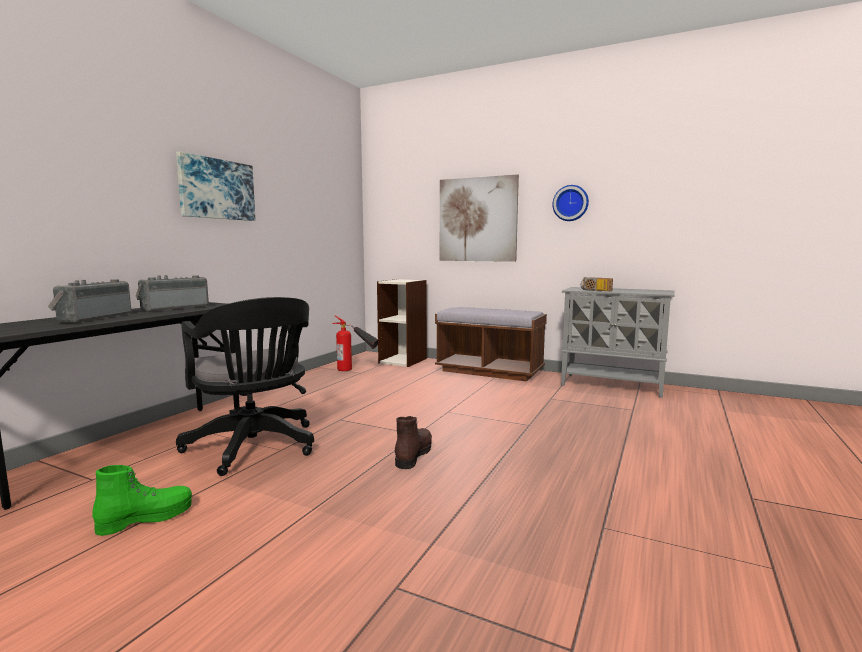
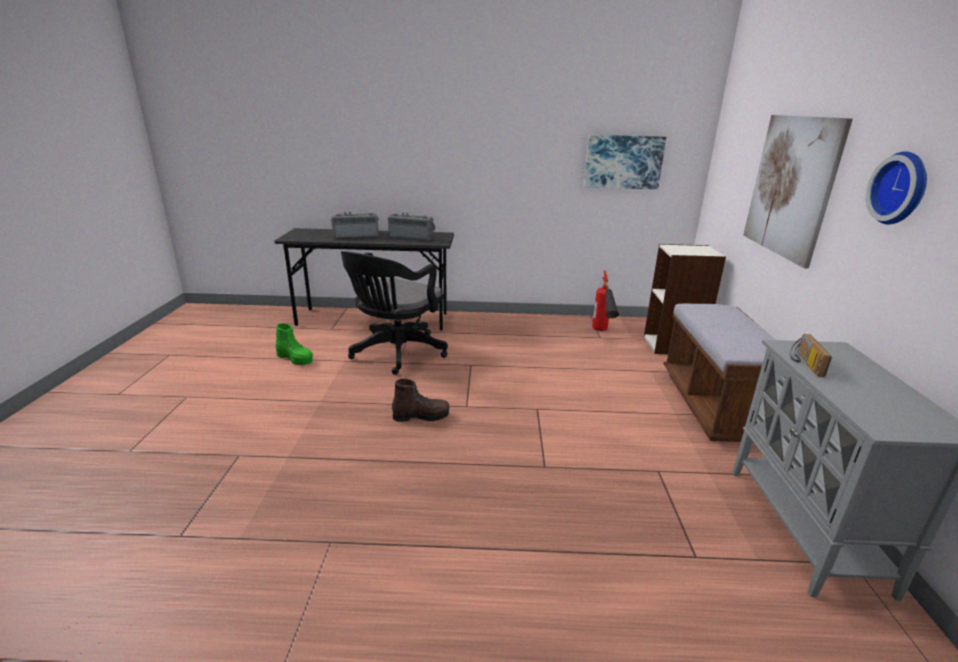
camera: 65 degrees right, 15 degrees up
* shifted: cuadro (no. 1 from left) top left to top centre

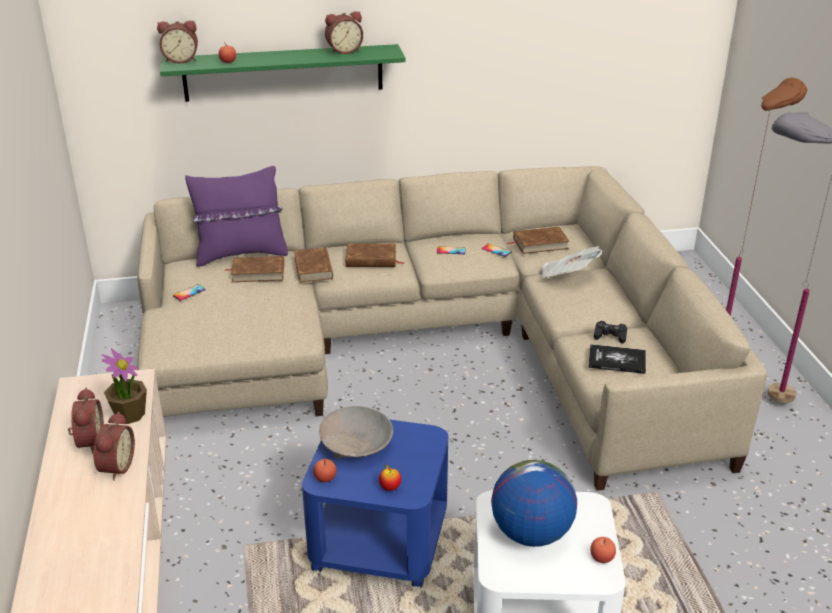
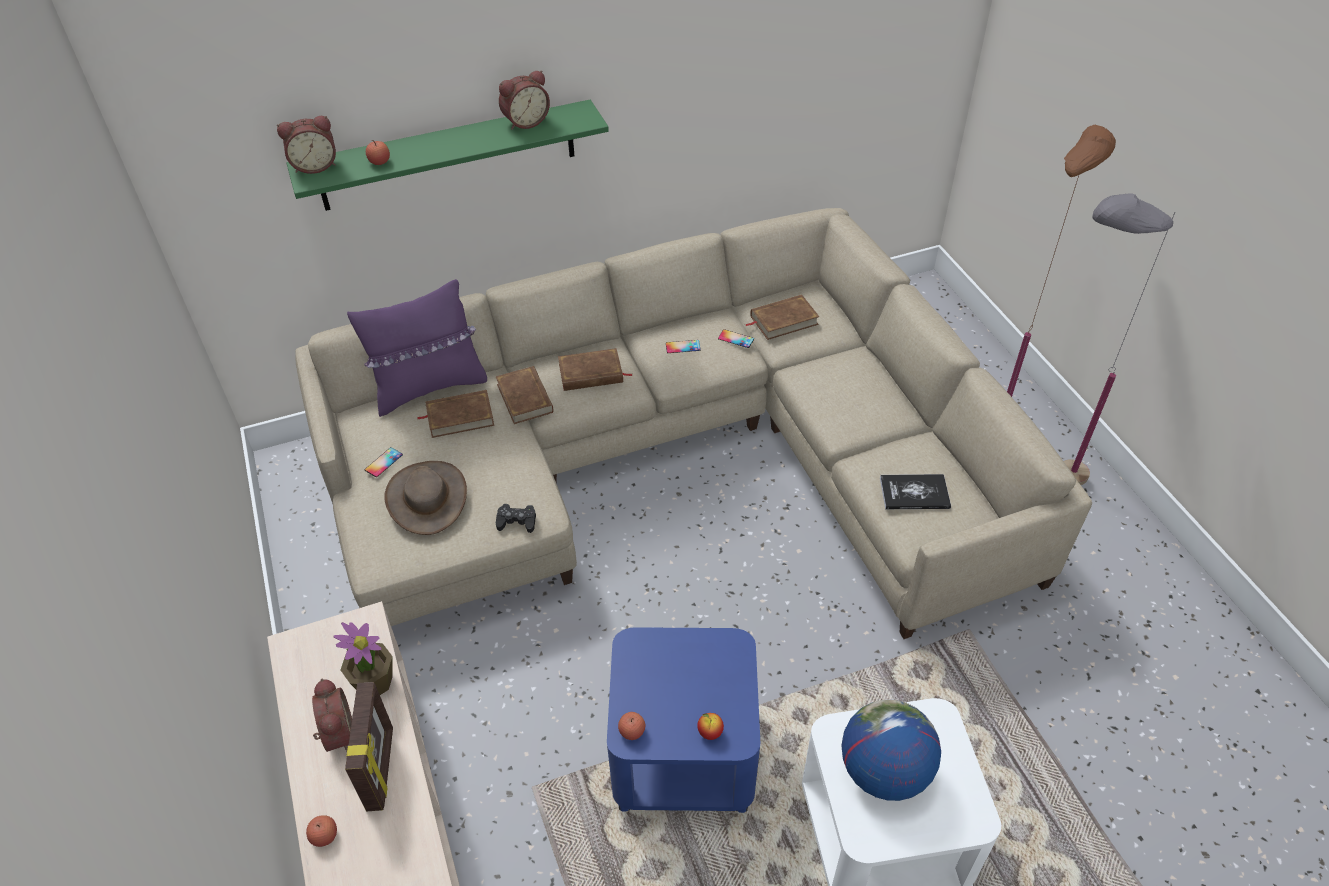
camera: 10 degrees left, 15 degrees up
* swapped: despertador (no. 2 from left) bottom left to portarretratos bottom left
* gone: cuenco [beis] bottom centre
* gone: periódico middle right
* shifted: manzana (no. 4 from left in the first image) bottom right to manzana (no. 1 from left) bottom left
* shifted: mando de consola [negro] middle right to centre
* new: sombrero [marrón] middle left

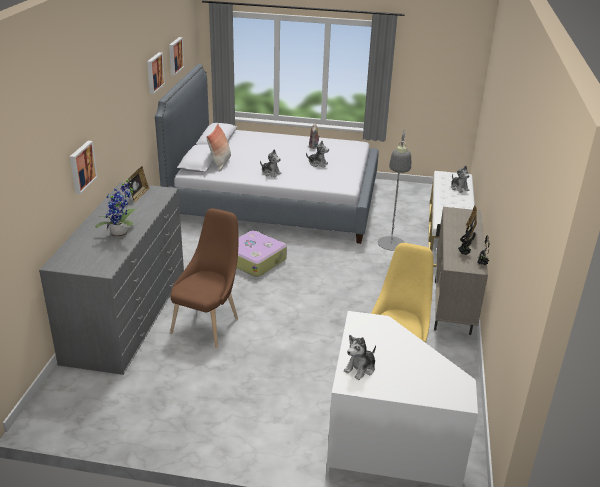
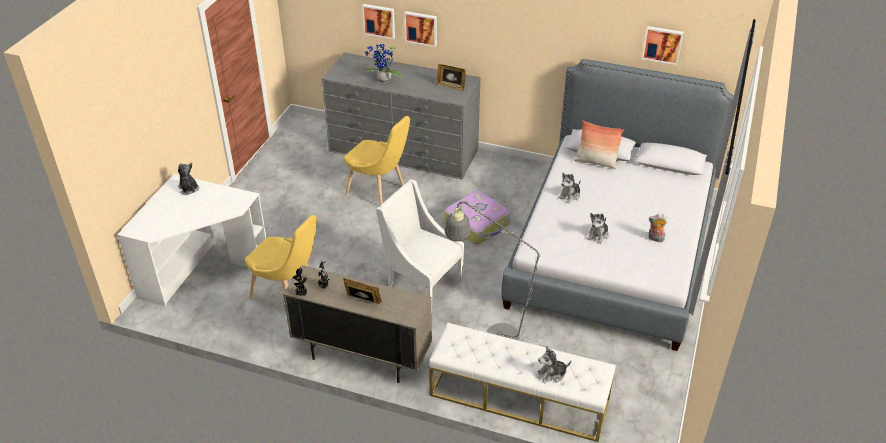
camera: 100 degrees right, 10 degrees up
* shifted: cuadro (no. 2 from left in the first image) top left to cuadro (no. 1 from left) top centre
* repainted: silla [marrón] centre to silla [amarillo] (no. 2 from left) centre
* new: sillón [blanco] centre

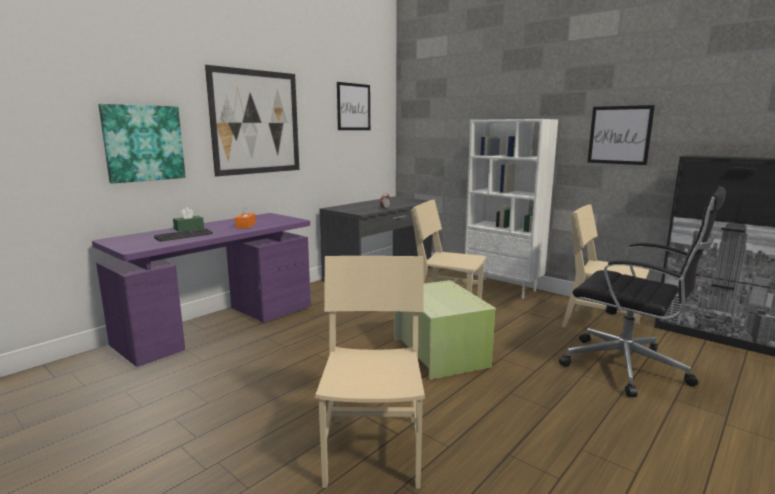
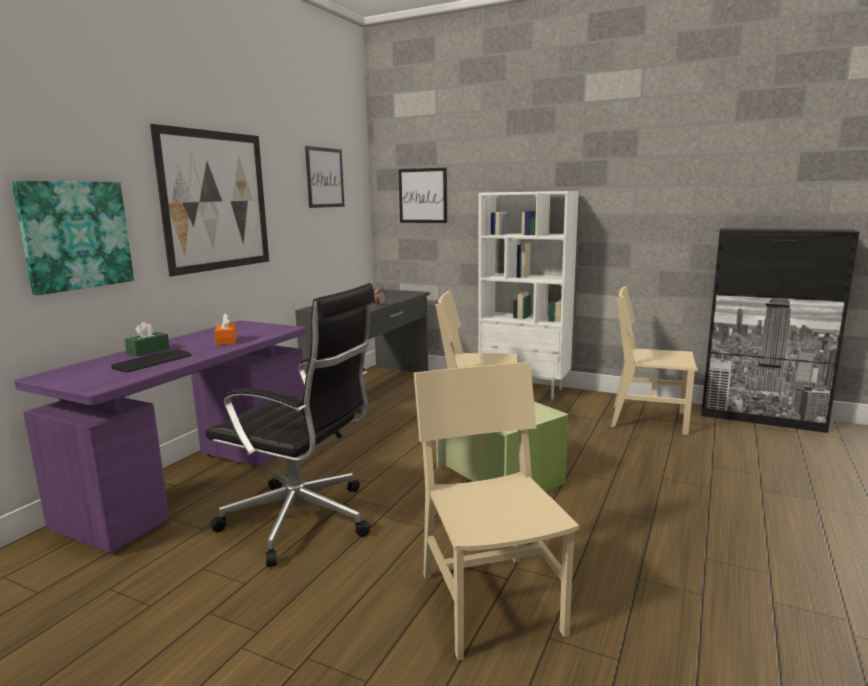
camera: 15 degrees left, 0 degrees up
* shifted: silla de oficina [negro] middle right to centre
* shifted: cuadro (no. 4 from left) top right to top centre

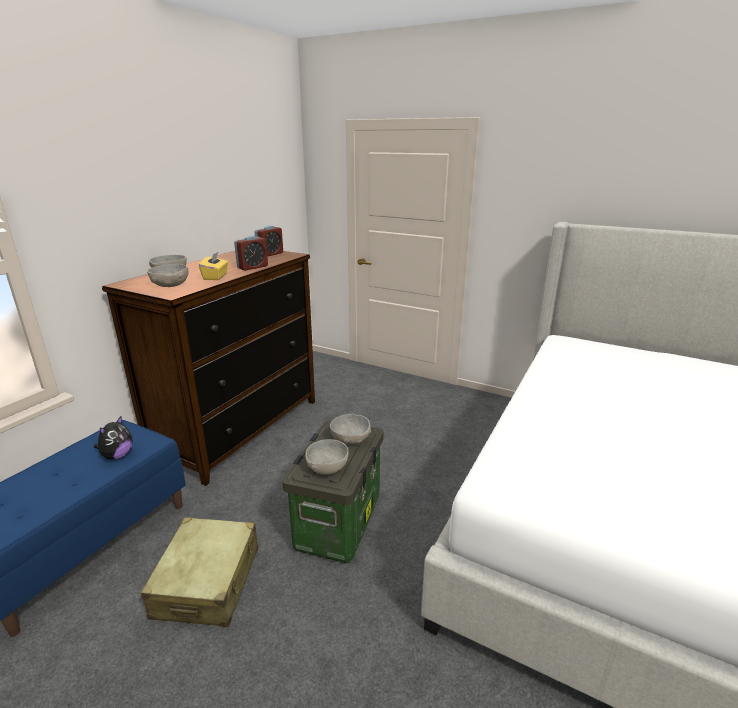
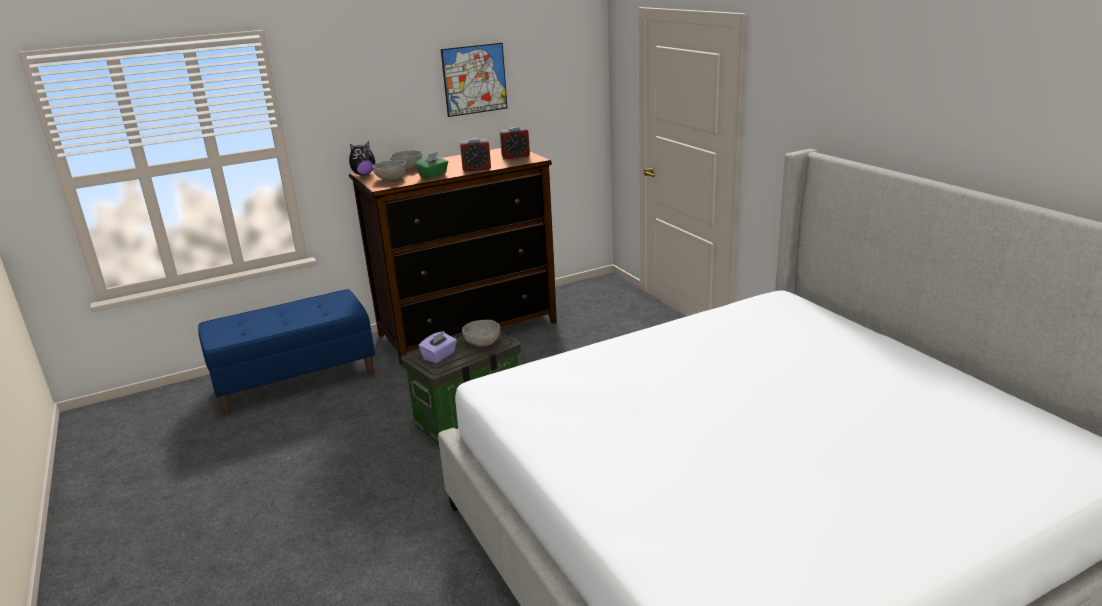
camera: 35 degrees right, 0 degrees up
* shifted: peluche middle left to top left
* gone: maleta [beis] bottom left
* repainted: caja de pañuelos [amarillo] middle left to caja de pañuelos [verde] top centre
* swapped: cuenco [gris] (no. 3 from left) centre to caja de pañuelos [morado] centre
* new: cuadro top centre

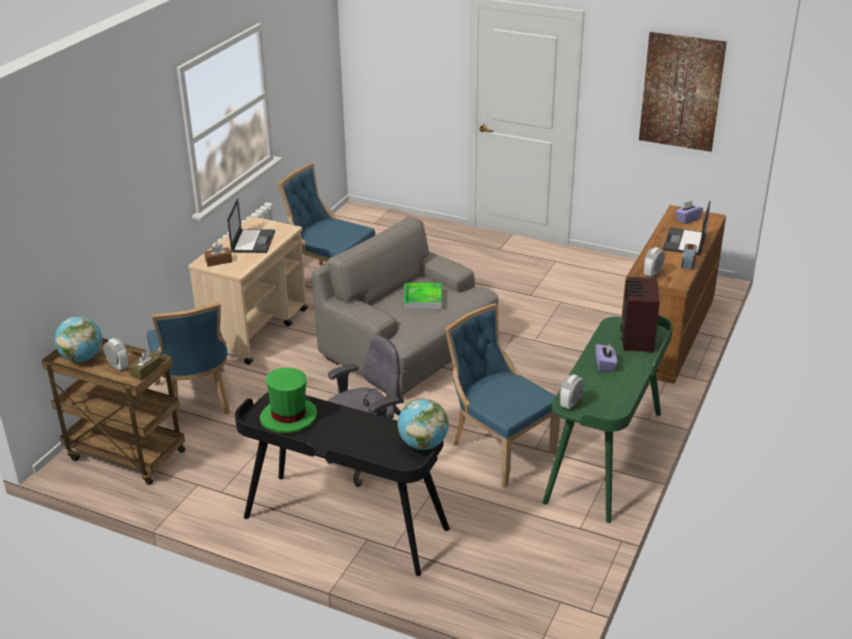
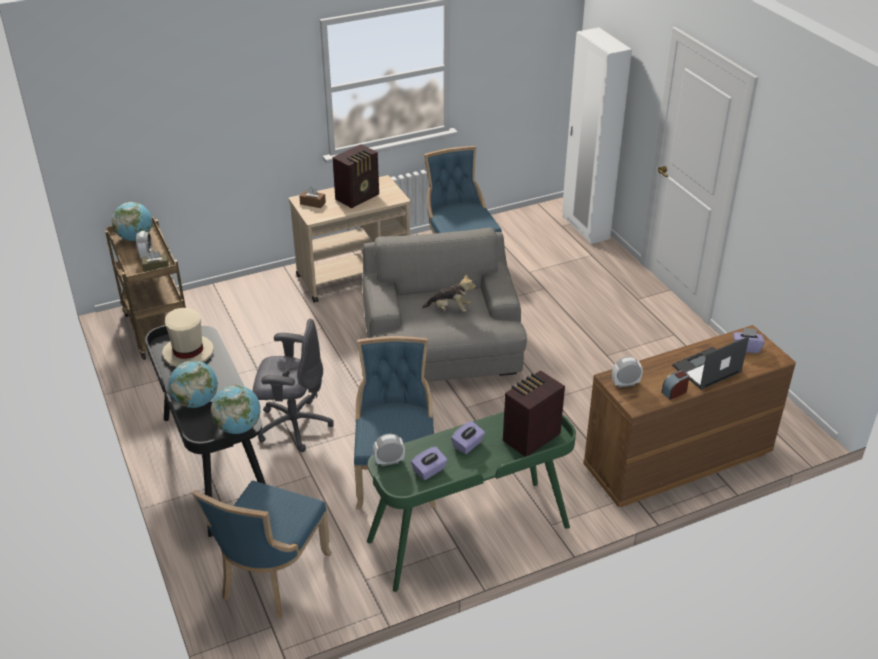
camera: 40 degrees right, 5 degrees up
* shifted: silla [azul] (no. 1 from left) middle left to bottom left
* swapped: portátil (no. 1 from left) middle left to radio (no. 1 from left) top centre
* repainted: sombrero [verde] centre to sombrero [beis] middle left
* swapped: bandeja centre to peluche centre
* gone: cuadro top right
* new: globo terráqueo (no. 2 from left) middle left
* new: caja de pañuelos [morado] (no. 1 from left) bottom centre
* new: armario ropero [blanco] top right

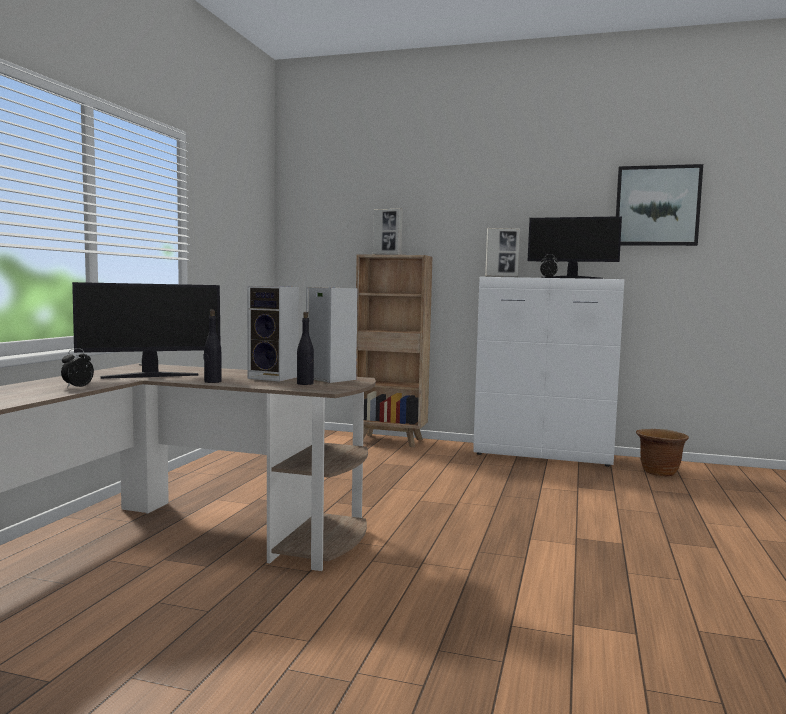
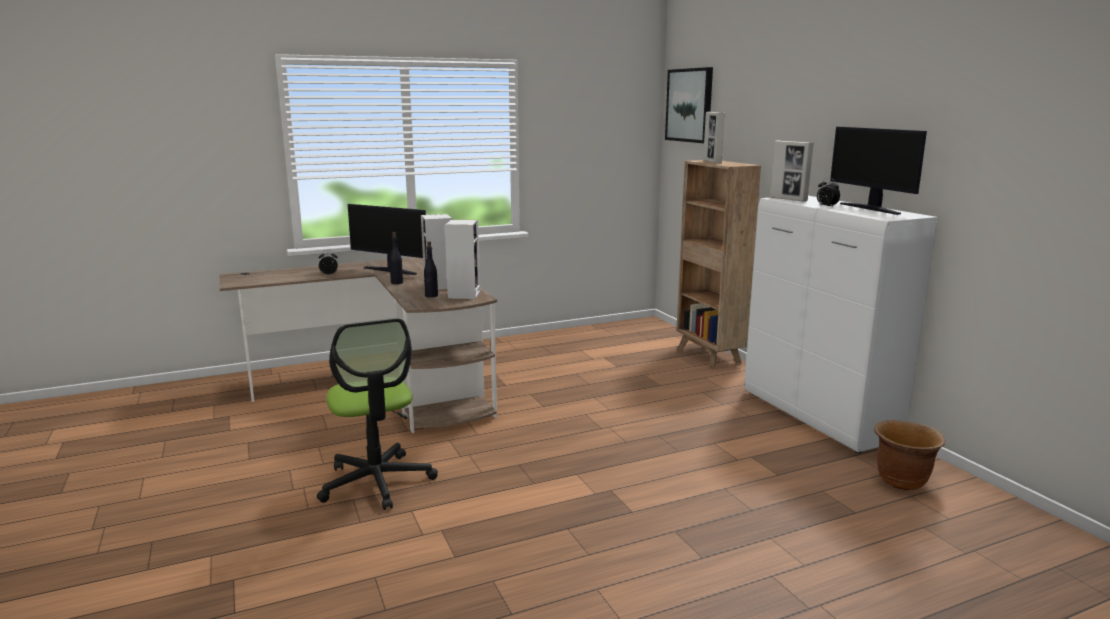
camera: 50 degrees right, 10 degrees up
* shifted: cuadro top right to top centre
* new: silla de oficina bottom centre

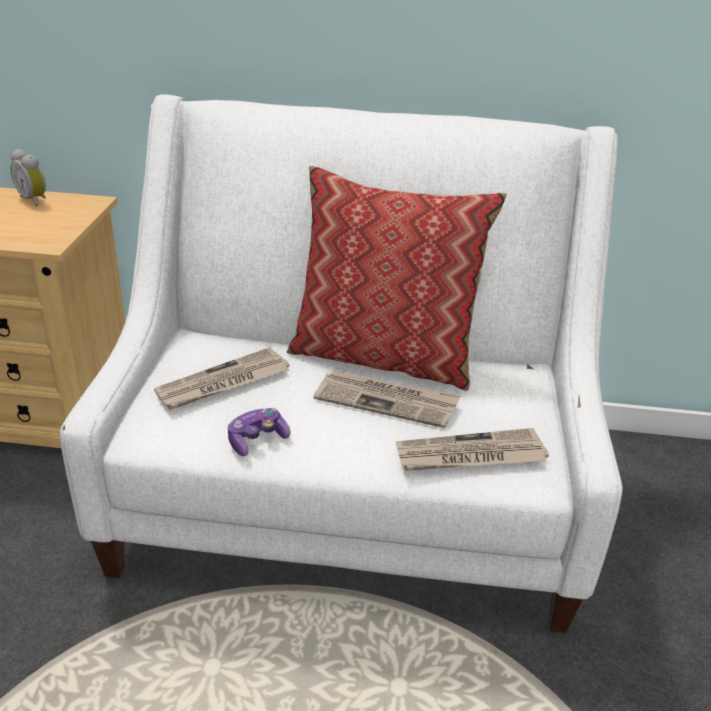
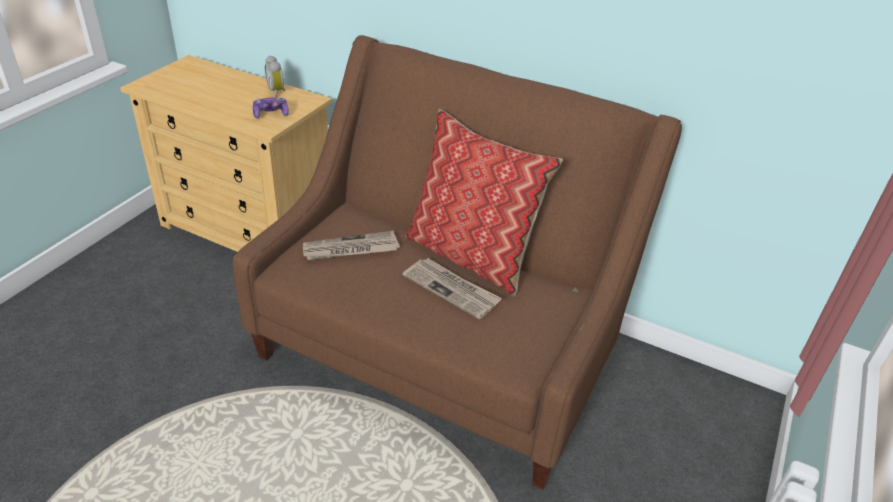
camera: 20 degrees right, 5 degrees up
* repainted: sofá [blanco] centre to sofá [marrón] centre
* shifted: mando de consola centre to top left
* gone: periódico (no. 3 from left) centre

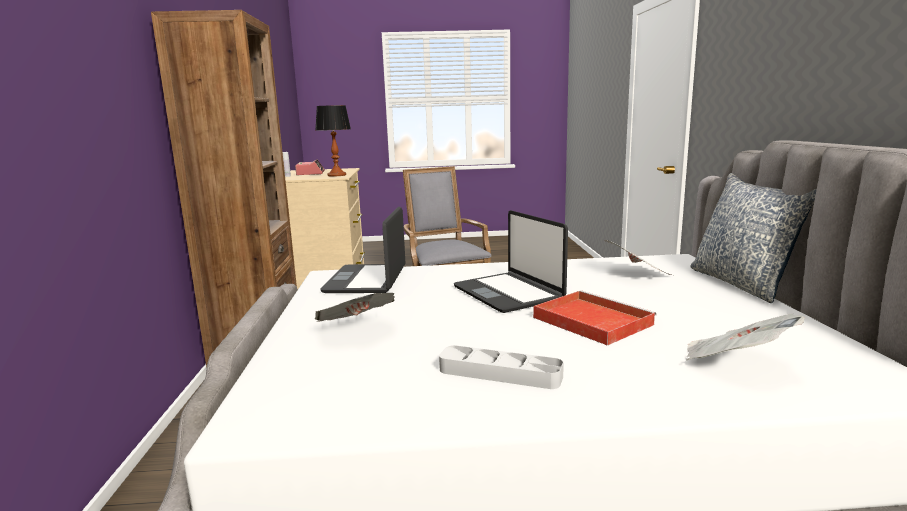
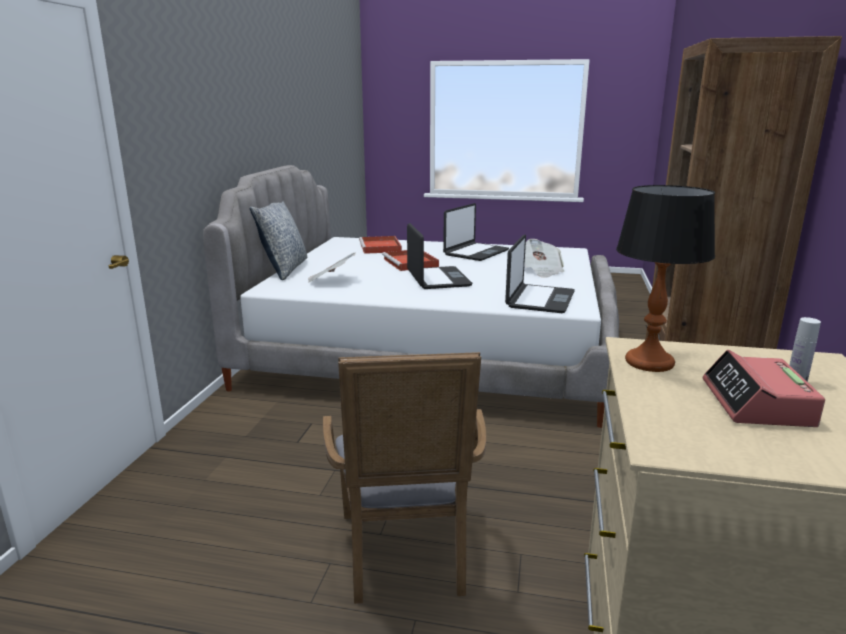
camera: 165 degrees left, 5 degrees up
* swapped: bandeja [gris] bottom centre to portátil (no. 2 from left) centre
* swapped: periódico (no. 3 from left) middle right to bandeja [rojo] (no. 1 from left) centre

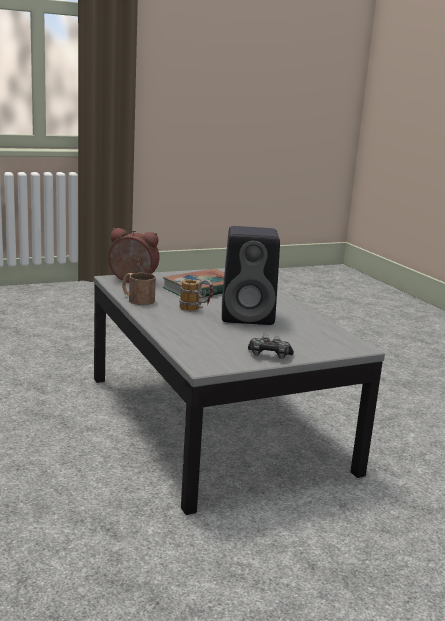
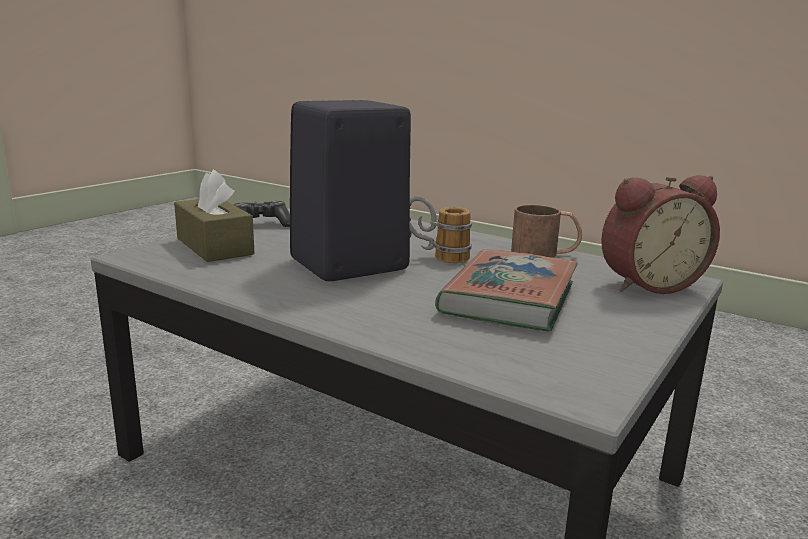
camera: 150 degrees right, 0 degrees up
* new: caja de pañuelos [marrón] middle left

